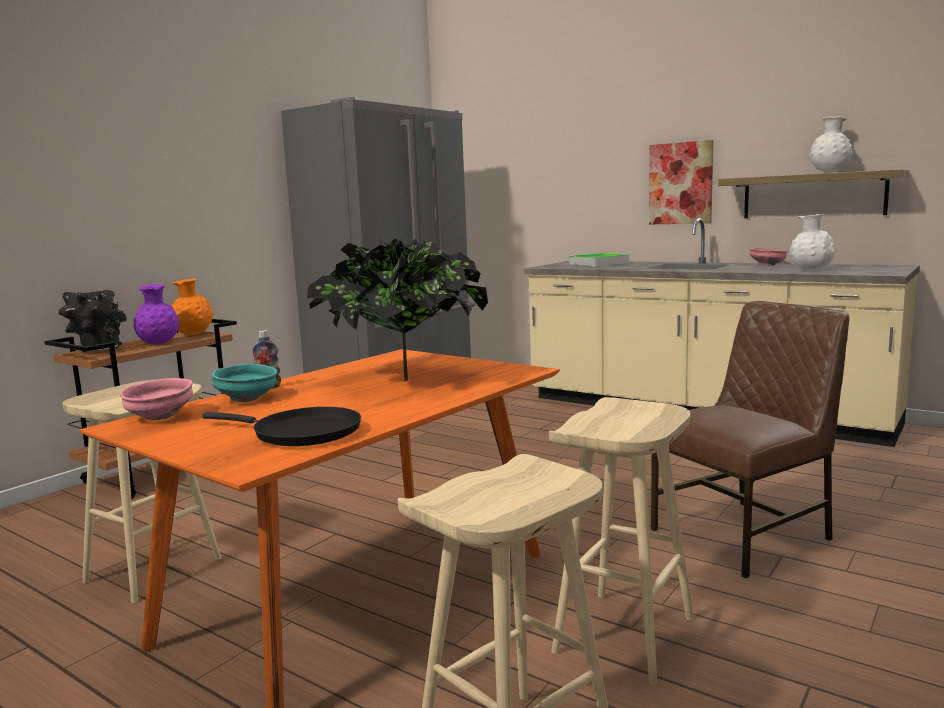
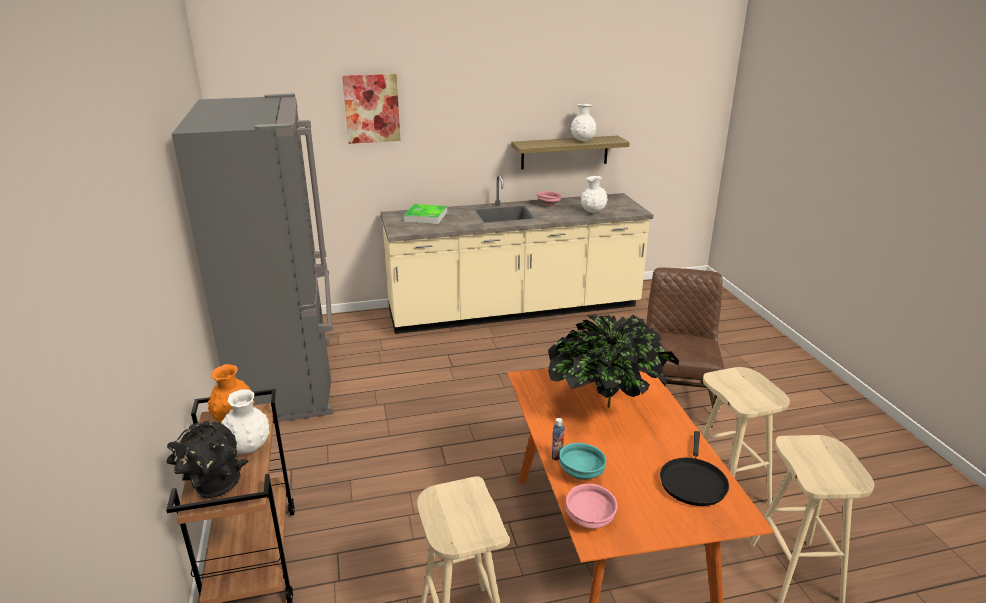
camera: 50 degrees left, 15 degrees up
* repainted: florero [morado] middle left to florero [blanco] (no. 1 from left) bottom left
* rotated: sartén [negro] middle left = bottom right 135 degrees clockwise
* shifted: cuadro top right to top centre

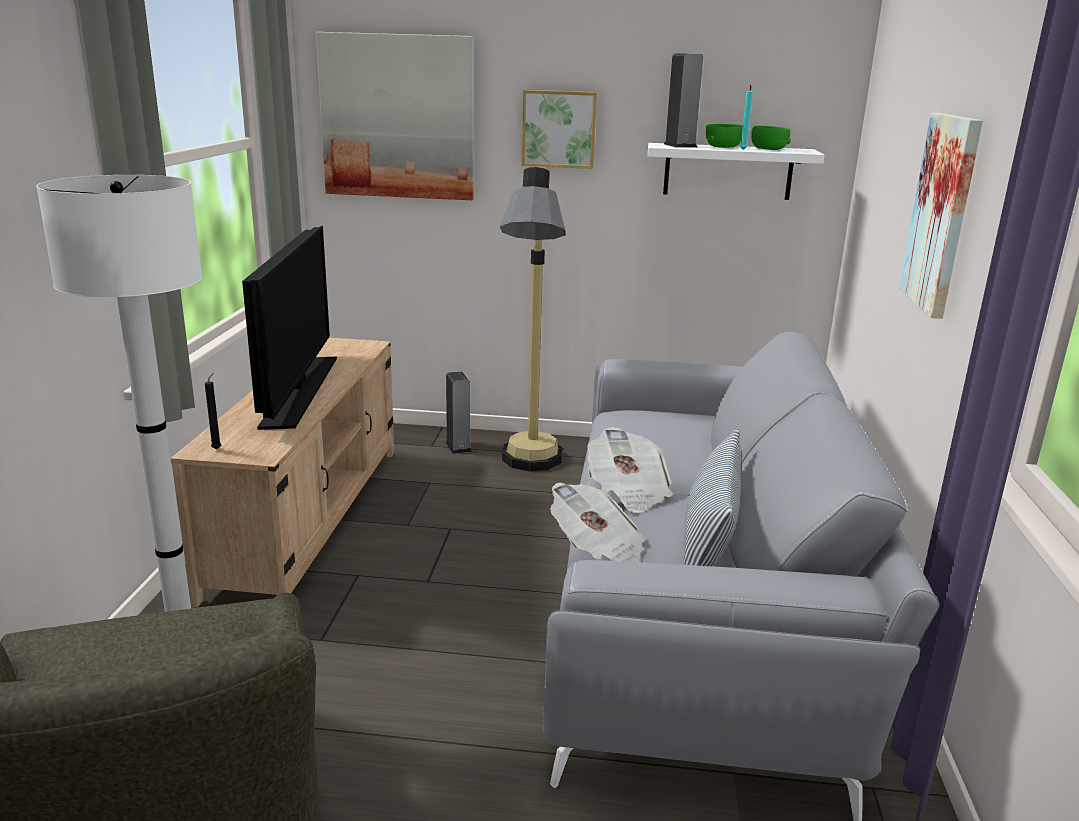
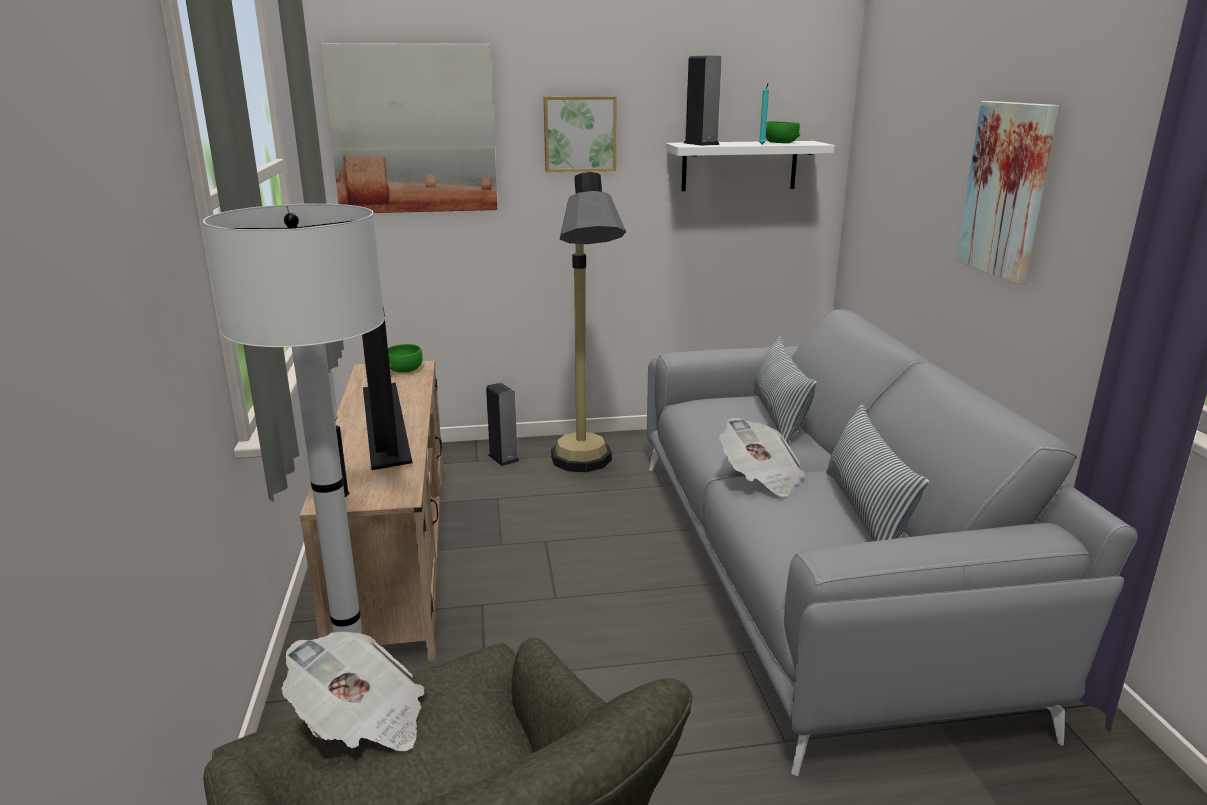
camera: 15 degrees left, 0 degrees up
* shifted: periódico (no. 1 from left) centre to bottom left
* shifted: cuenco [verde] (no. 1 from left) top right to centre
* new: cojín (no. 1 from left) centre

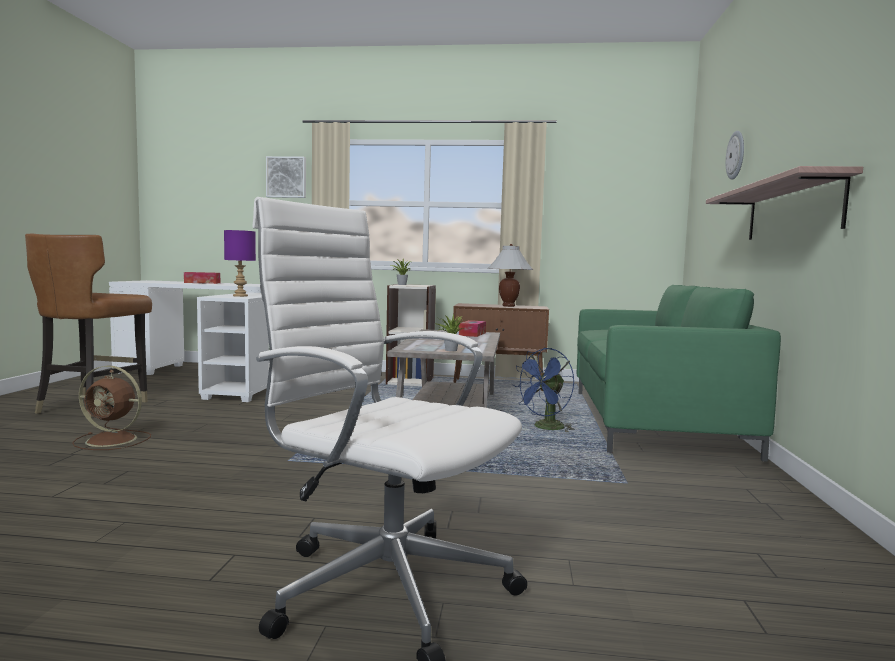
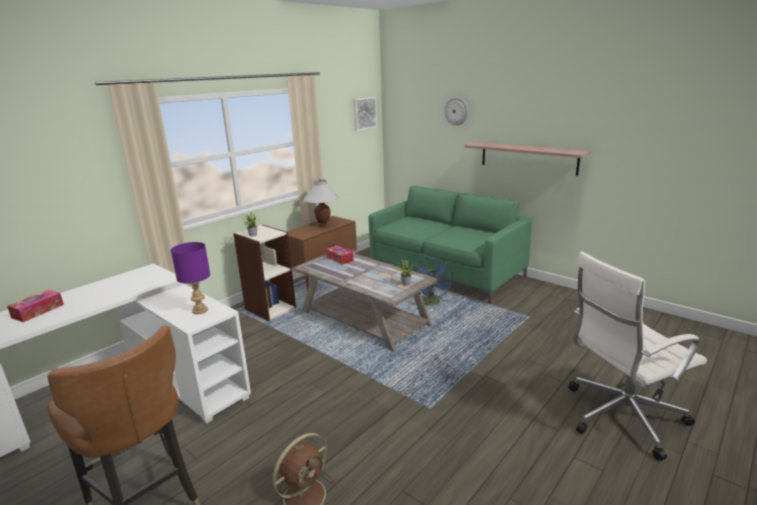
camera: 55 degrees left, 15 degrees up
* shifted: cuadro top left to top centre

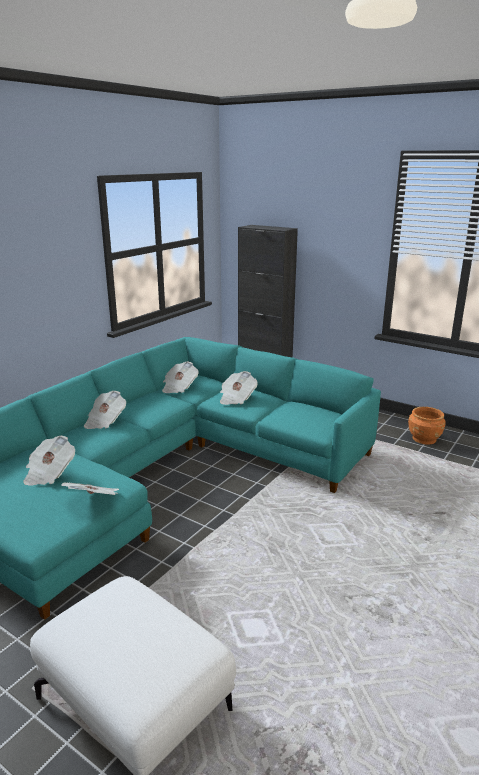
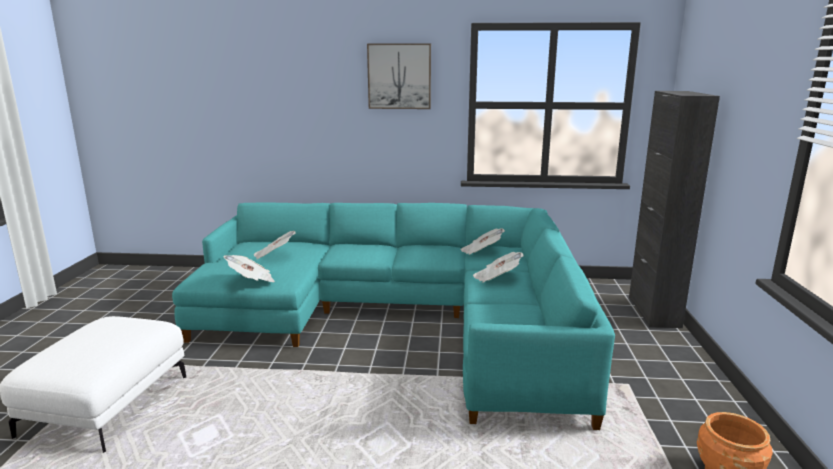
camera: 60 degrees right, 5 degrees down
* gone: periódico (no. 3 from left) middle left
* new: cuadro top centre

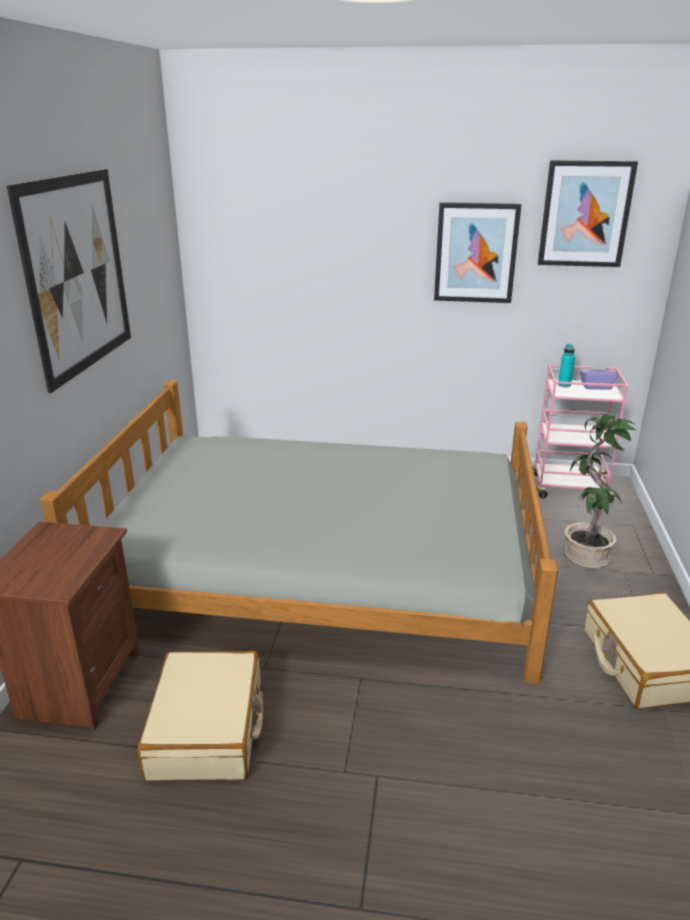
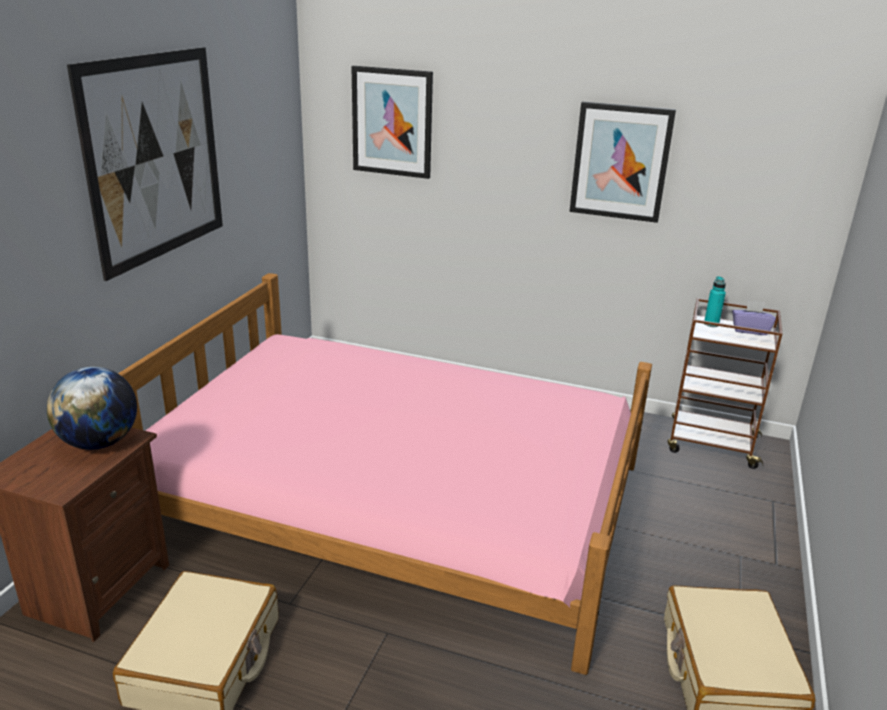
camera: 10 degrees right, 0 degrees up
* repainted: cama [gris] centre to cama [rosa] bottom centre
* repainted: carrito [rosa] middle right to carrito [marrón] middle right
* shifted: cuadro (no. 3 from left in the first image) top right to cuadro (no. 2 from left) top centre
* gone: planta en maceta middle right
* new: globo terráqueo middle left

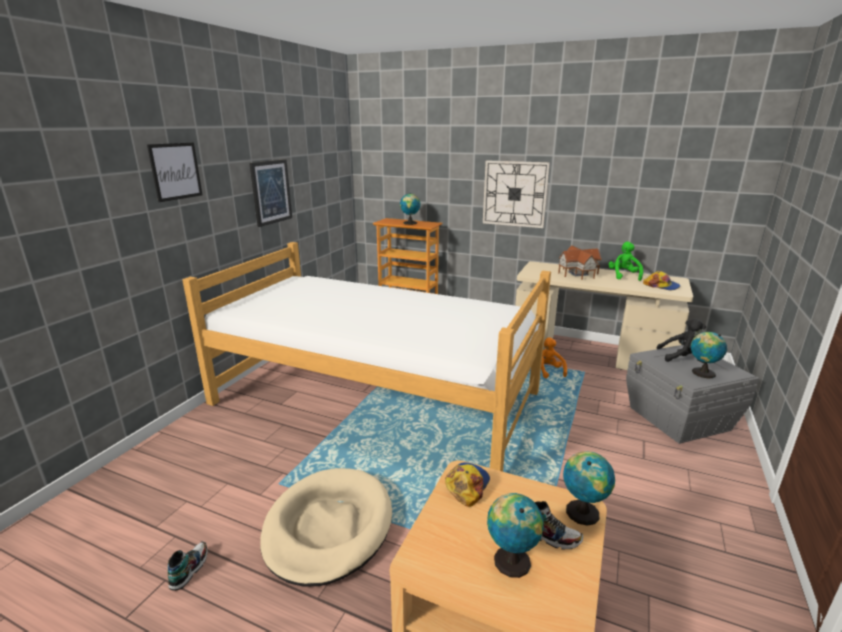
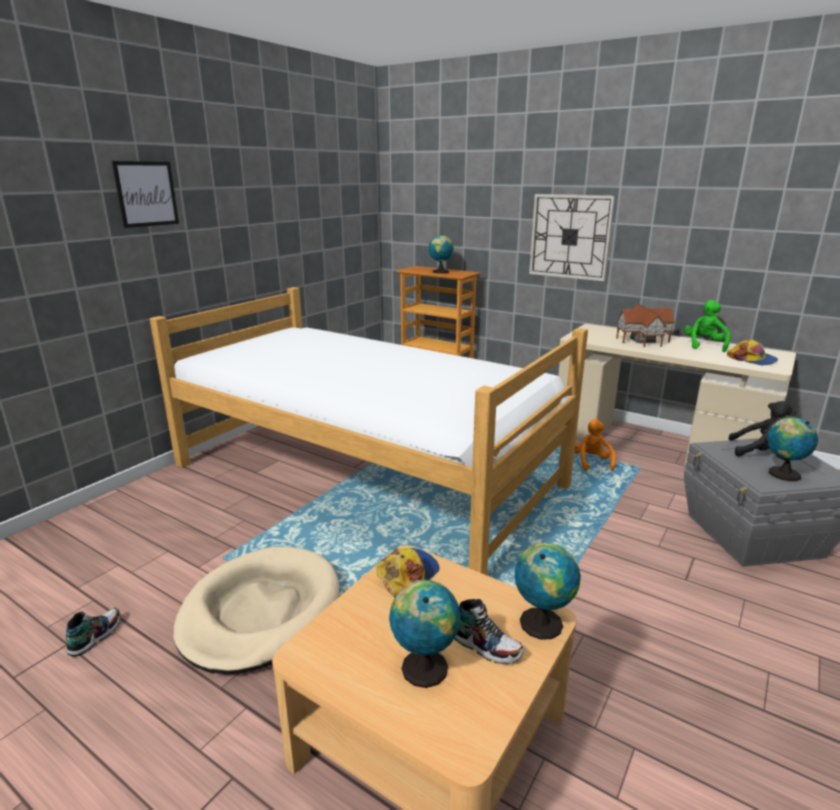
camera: 10 degrees right, 0 degrees up
* gone: cuadro (no. 2 from left) top left

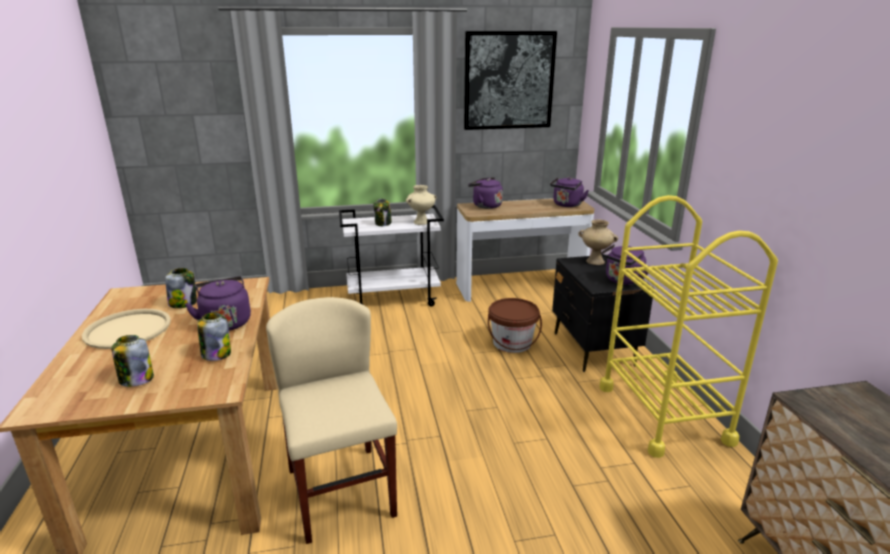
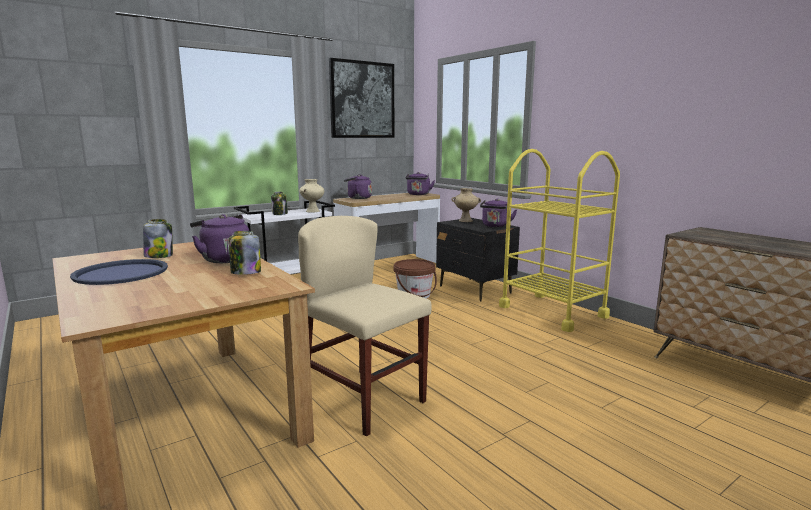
camera: 25 degrees left, 10 degrees down
* repainted: bandeja [beis] middle left to bandeja [azul] middle left
* gone: tarro (no. 1 from left) middle left

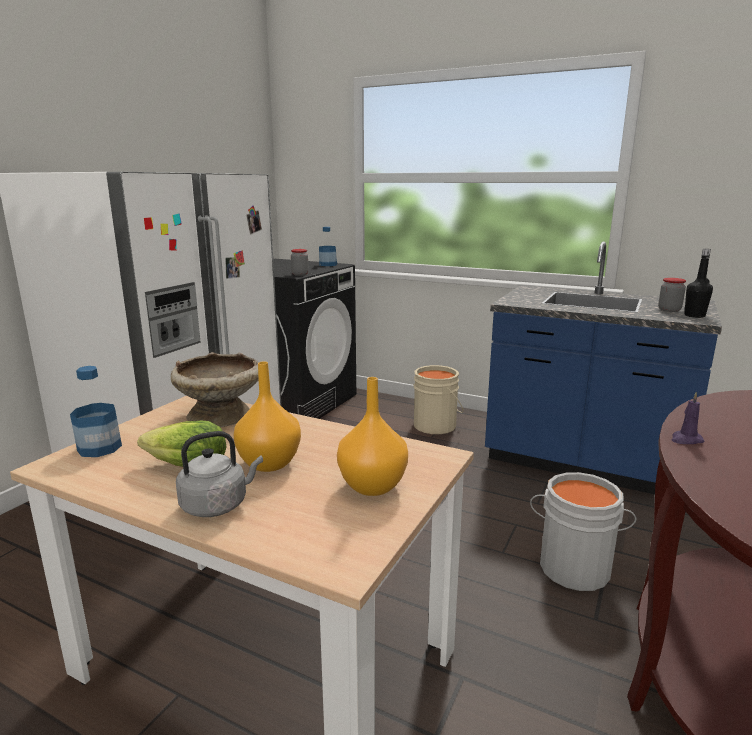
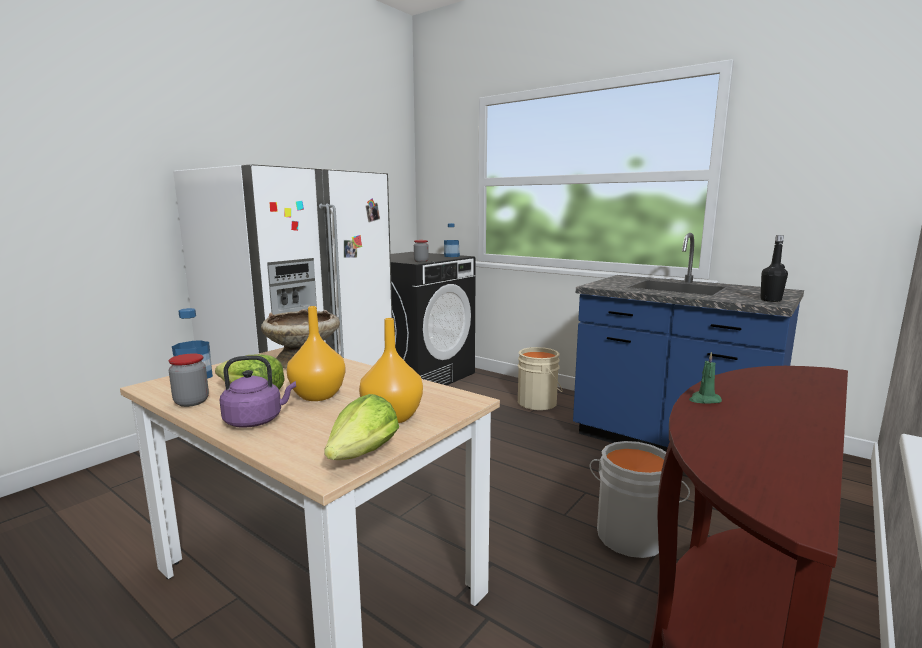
camera: 10 degrees right, 5 degrees down
* repainted: hervidor [gris] middle left to hervidor [morado] middle left
* shifted: tarro (no. 2 from left in the first image) middle right to tarro (no. 1 from left) middle left
* repainted: vela [morado] middle right to vela [verde] middle right
* new: lechuga (no. 2 from left) centre

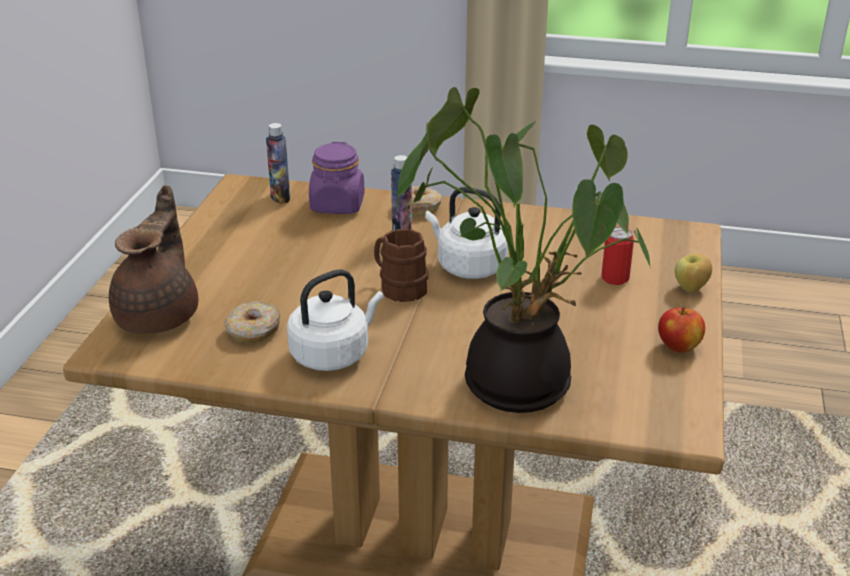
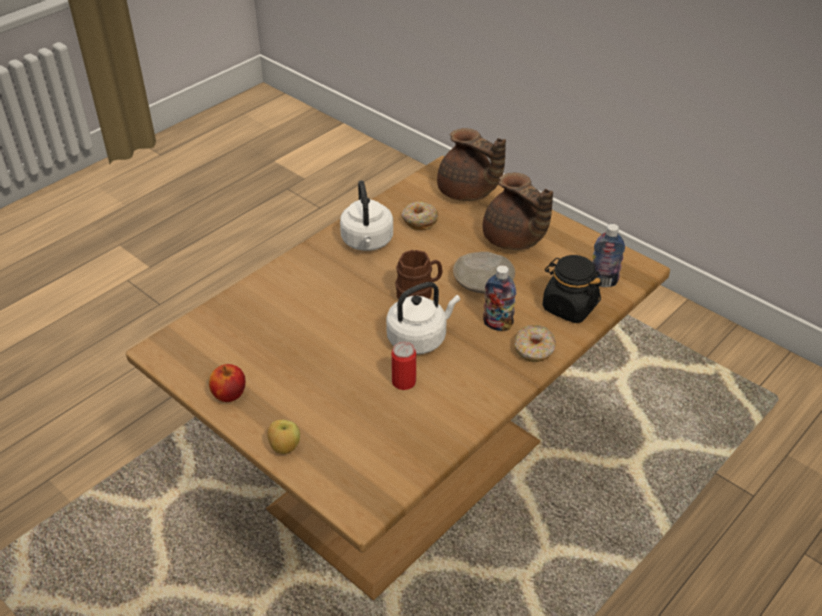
camera: 120 degrees right, 10 degrees up
* repainted: tarro [morado] top centre to tarro [negro] middle right
* gone: planta en maceta centre
* shifted: lata middle right to centre
* new: plato [beis] centre
* new: tetera [marrón] (no. 2 from left) centre

